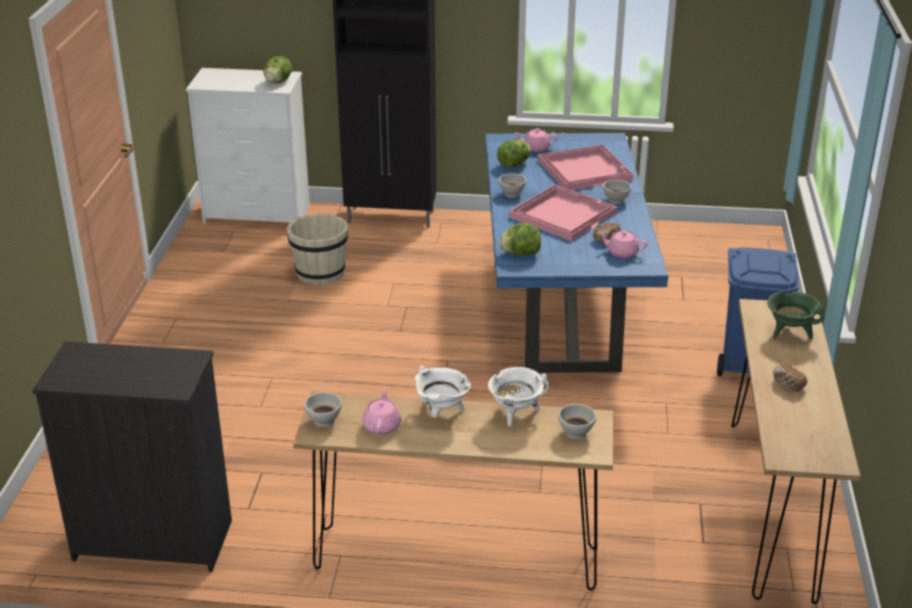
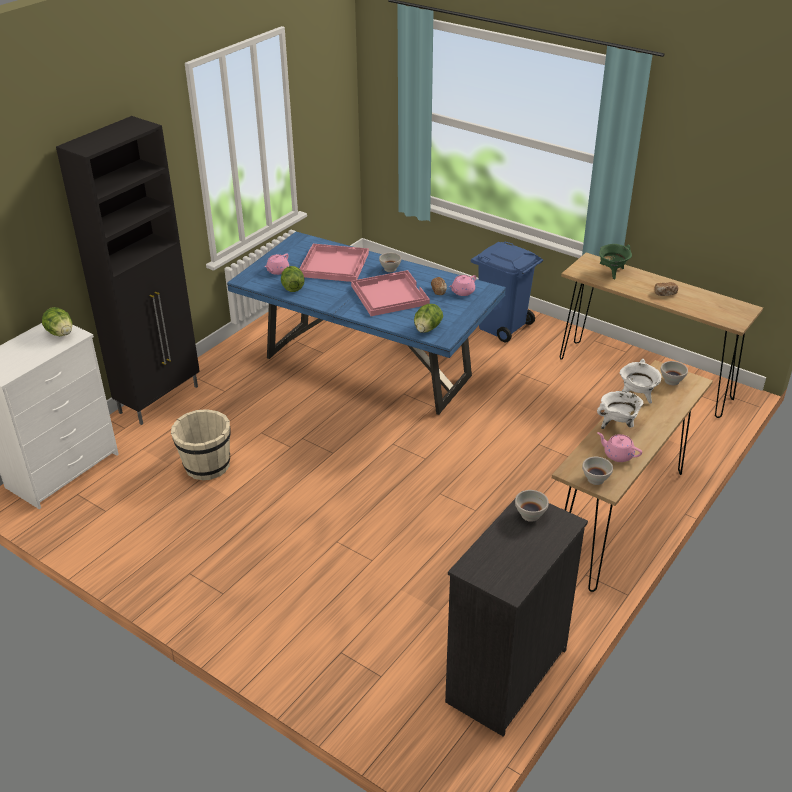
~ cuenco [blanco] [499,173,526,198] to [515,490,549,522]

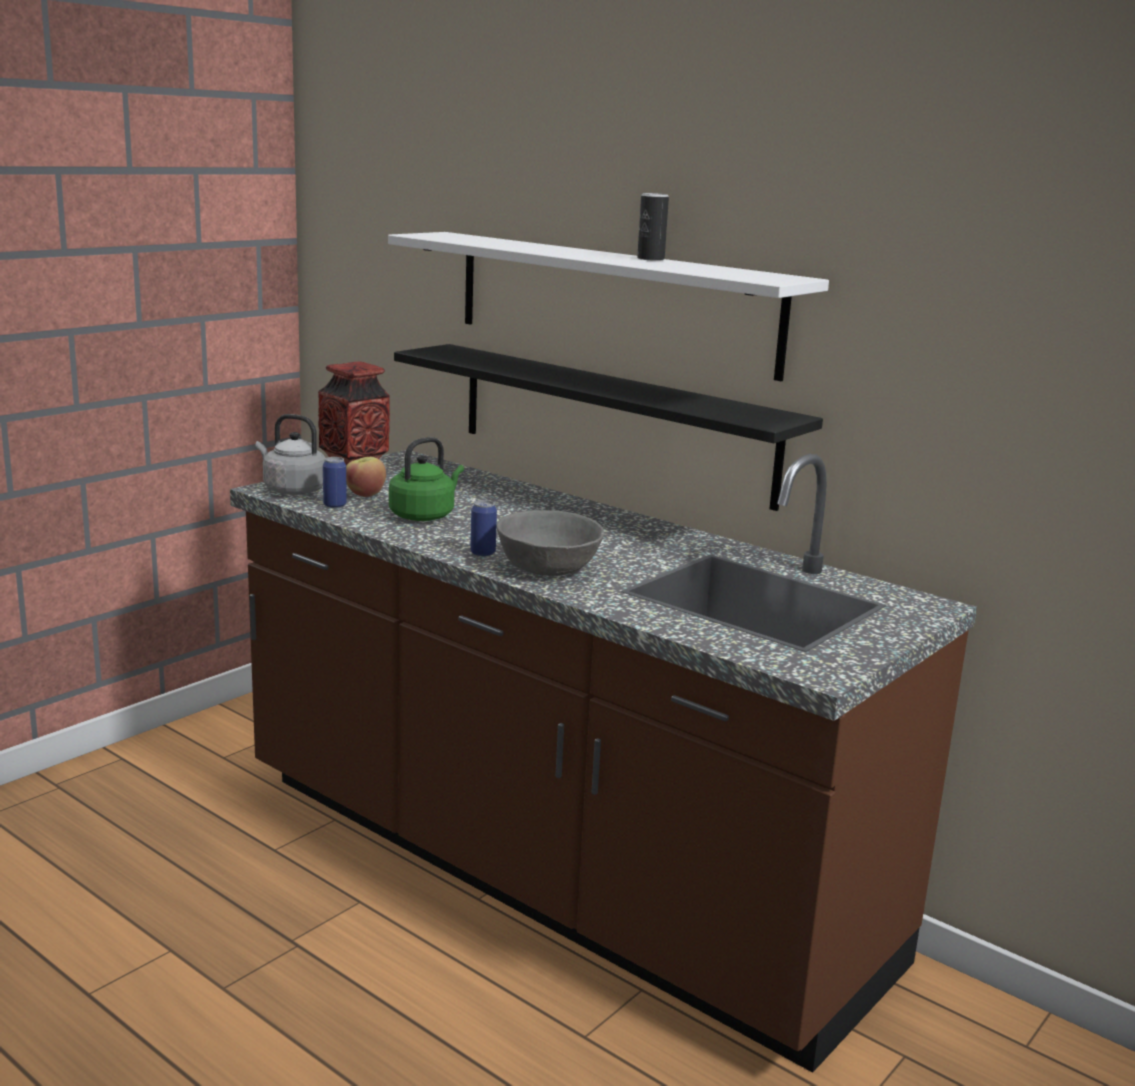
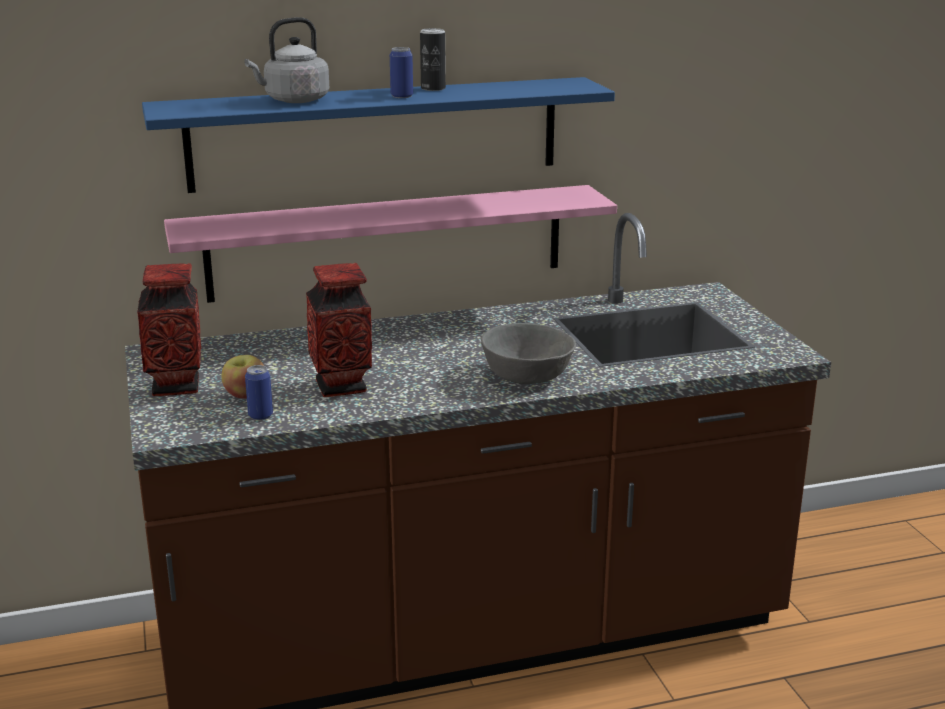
~ estante [blanco] [388,232,829,381] to estante [azul] [142,77,615,193]
~ estante [negro] [394,344,823,511] to estante [rosa] [164,185,617,303]
~ hervidor [gris] [256,414,326,495] to [244,17,329,103]
~ hervidor [verde] [389,437,464,521] to florero [306,263,372,397]
~ lata [470,500,497,557] to [390,47,413,98]

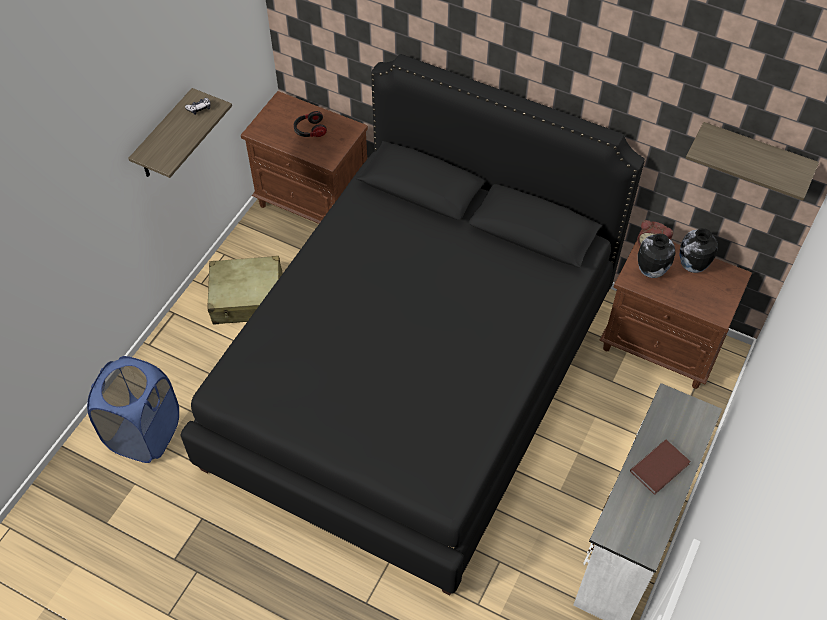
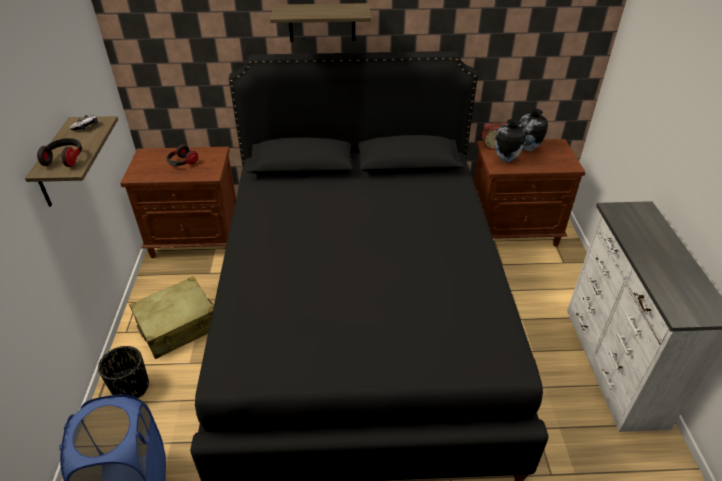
~ estante [686,122,819,201] to [270,3,371,42]
- libro [marrón] [630,439,691,495]
+ auriculares [37,138,82,167]
+ maceta [negro] [98,346,149,398]

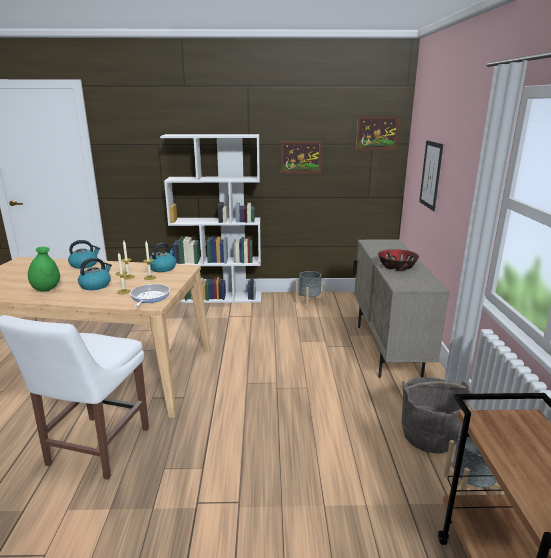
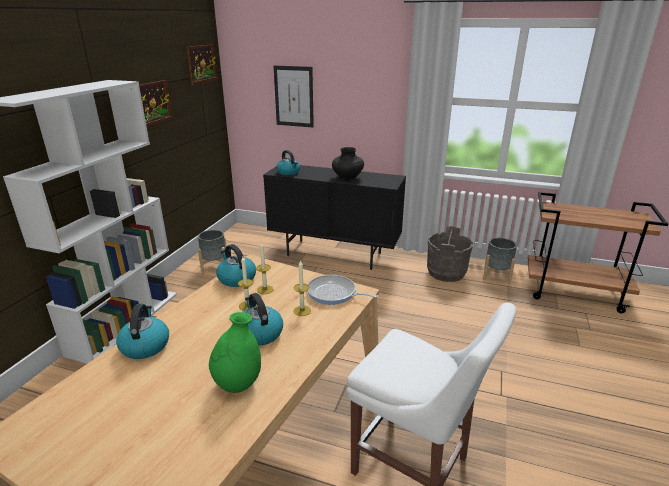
~ armario [beis] [353,239,449,378] to armario [negro] [263,165,406,270]
~ cuenco [378,249,419,271] to florero [negro] [332,147,364,179]
+ hervidor [276,150,300,175]

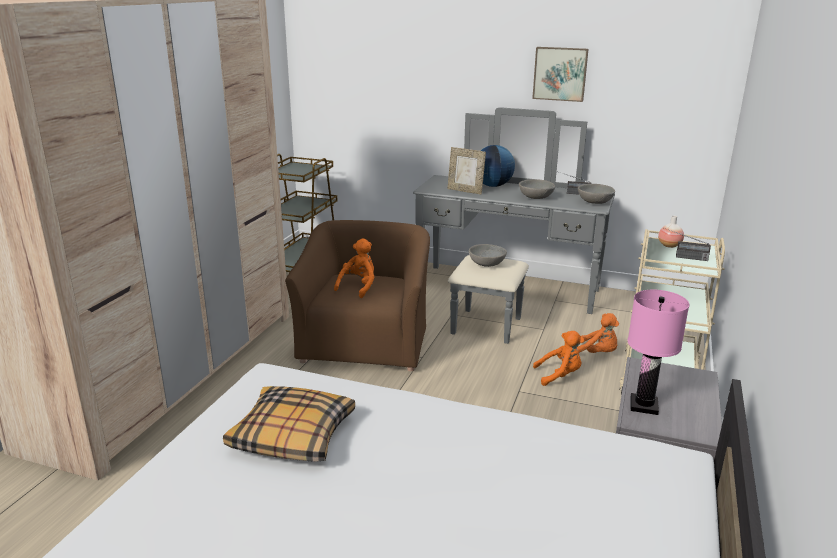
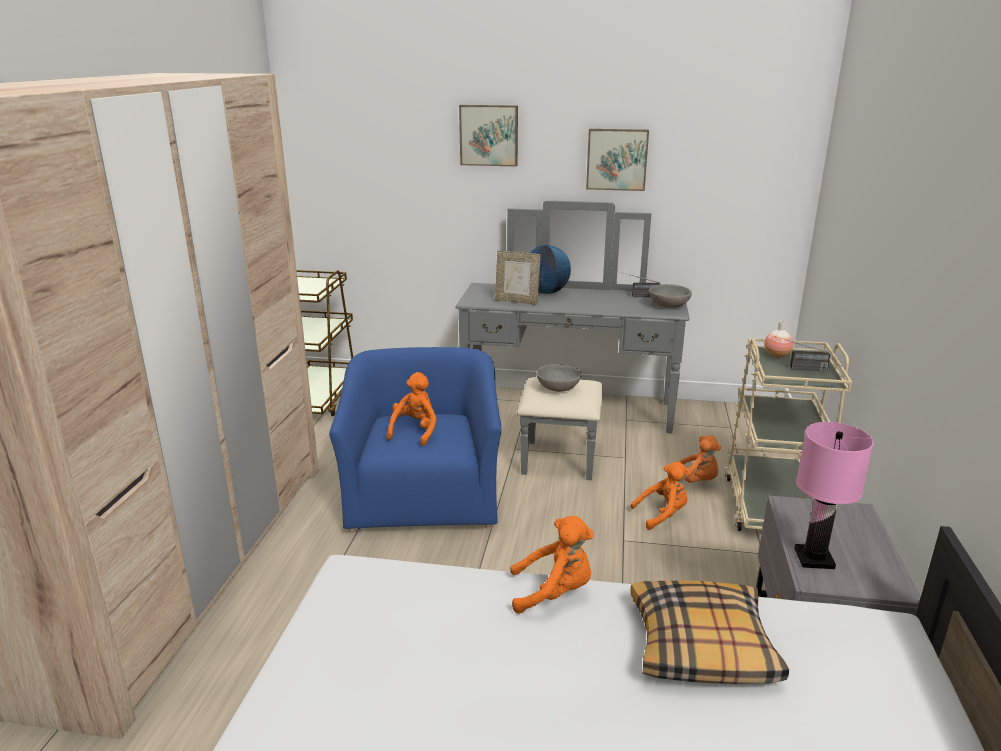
- cuenco [gris] [519,179,555,199]
~ sillón [marrón] [285,220,430,372] to sillón [azul] [329,347,502,533]
~ cojín [223,386,355,462] to [630,580,789,684]
+ cuadro [459,105,518,167]
+ peluche [naranja] [510,516,594,614]

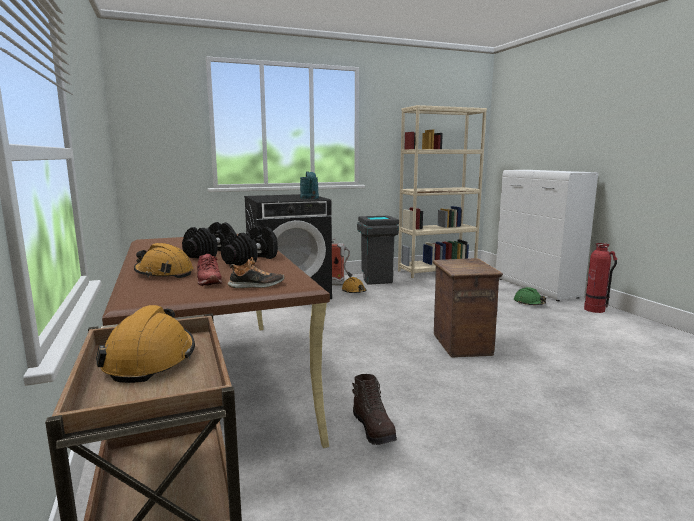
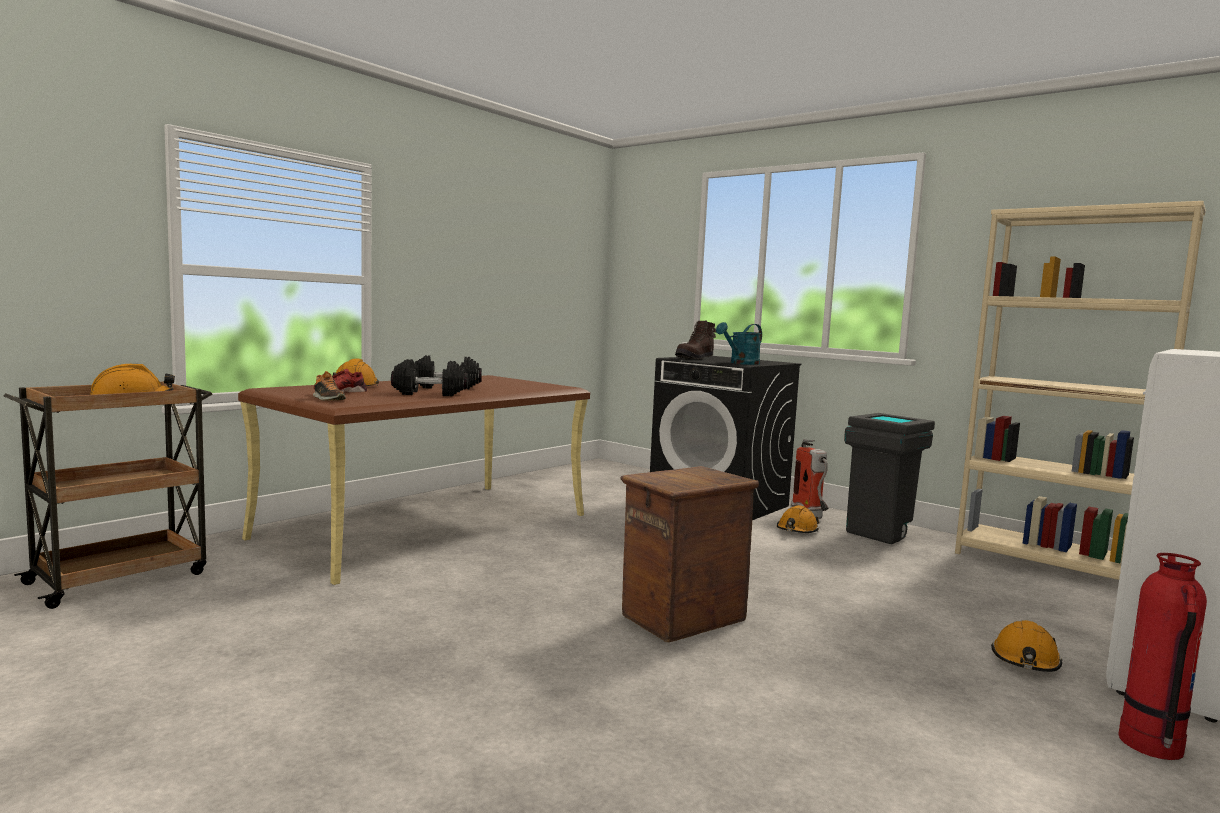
~ casco [verde] [514,287,546,305] to casco [naranja] [991,620,1062,672]
~ bota [marrón] [352,374,397,445] to [675,320,716,359]

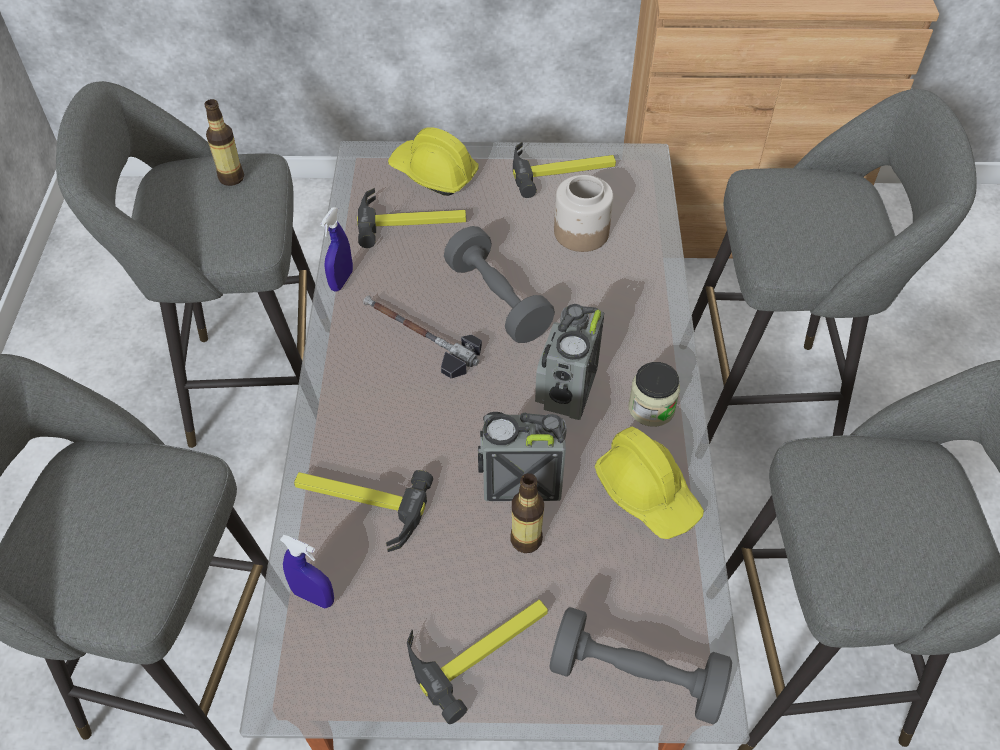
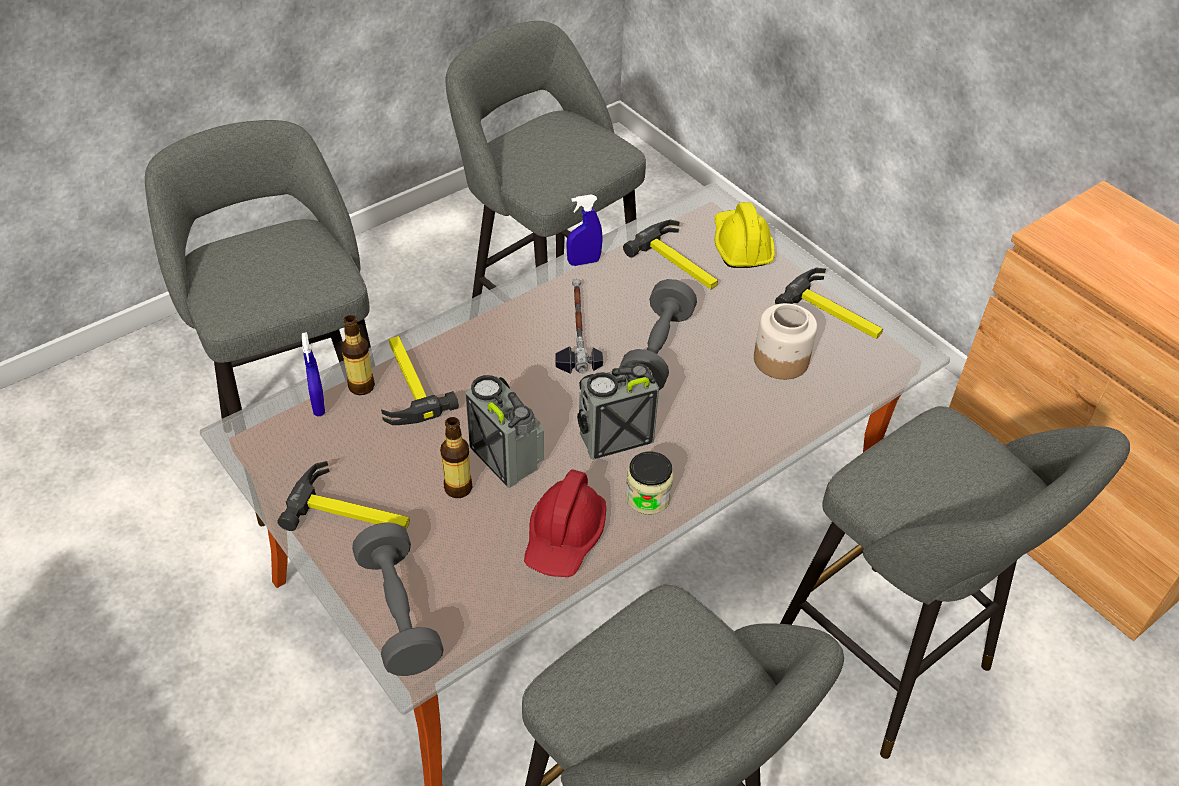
~ botella [204,99,244,186] to [341,315,375,395]
~ casco [amarillo] [595,427,704,539] to casco [rojo] [524,469,606,577]

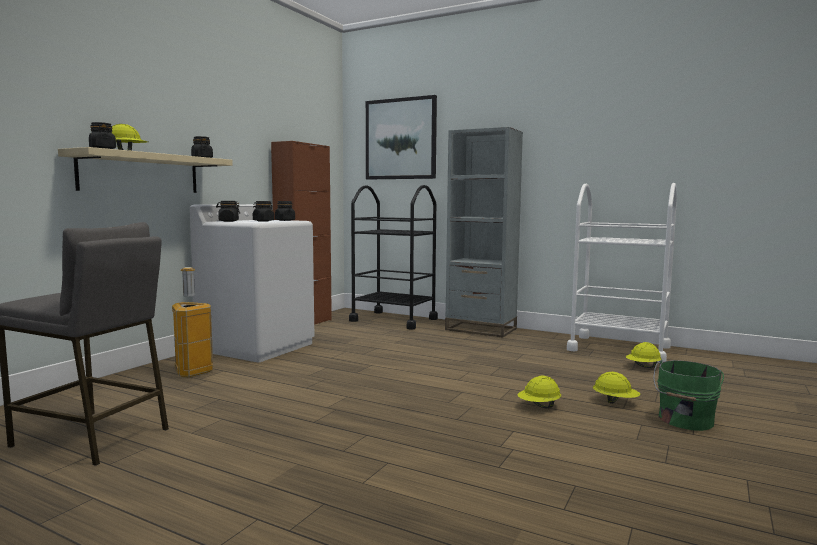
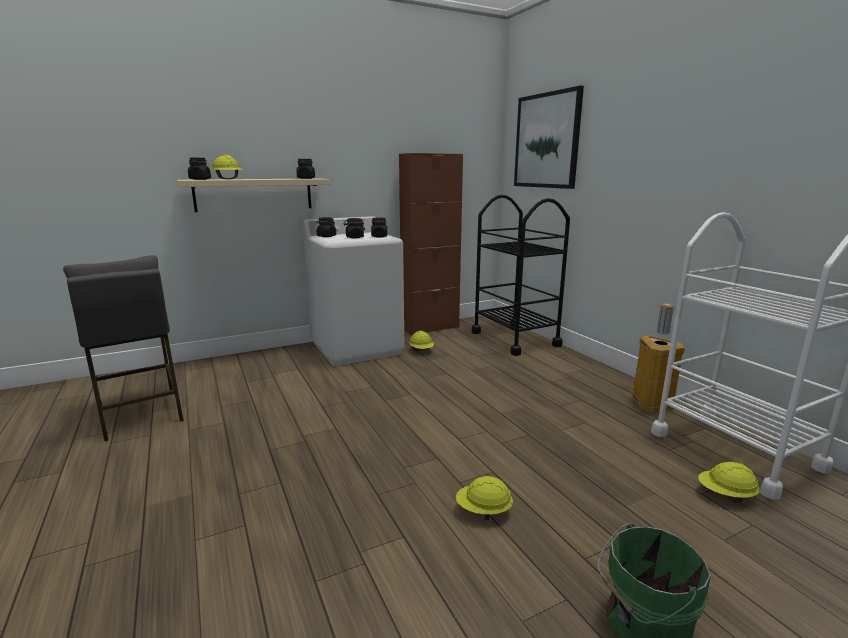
- estantería [gris] [445,127,523,338]
~ papelera [172,267,213,377] to [632,304,685,413]
~ casco [amarillo] [593,372,640,404] to [409,331,434,351]

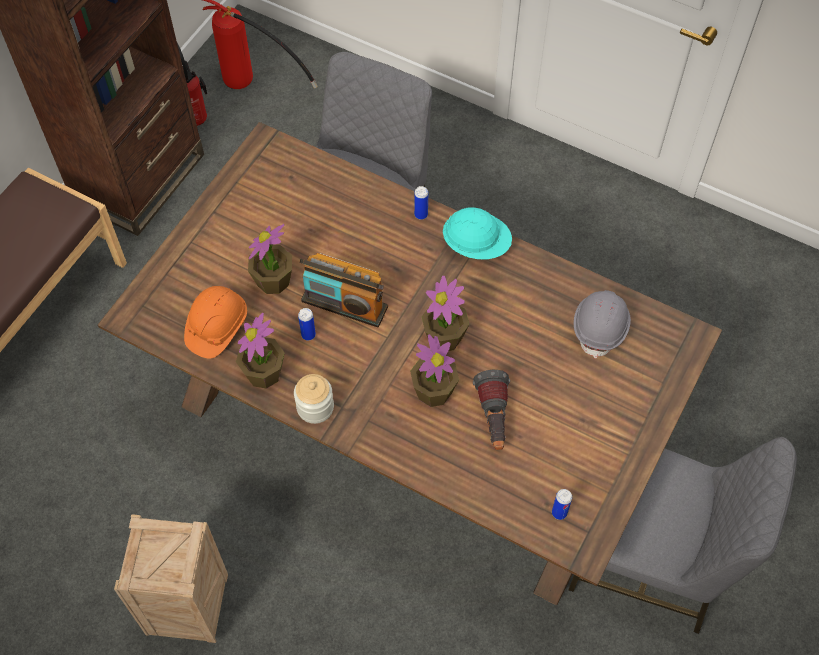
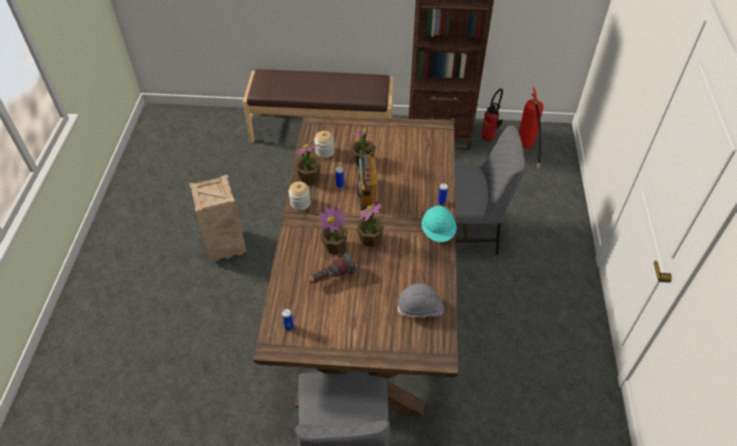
~ casco [naranja] [184,286,247,359] to tarro [314,131,334,158]

